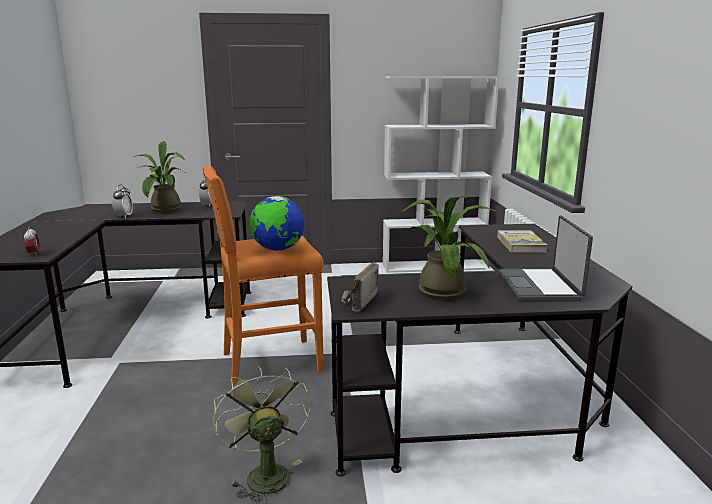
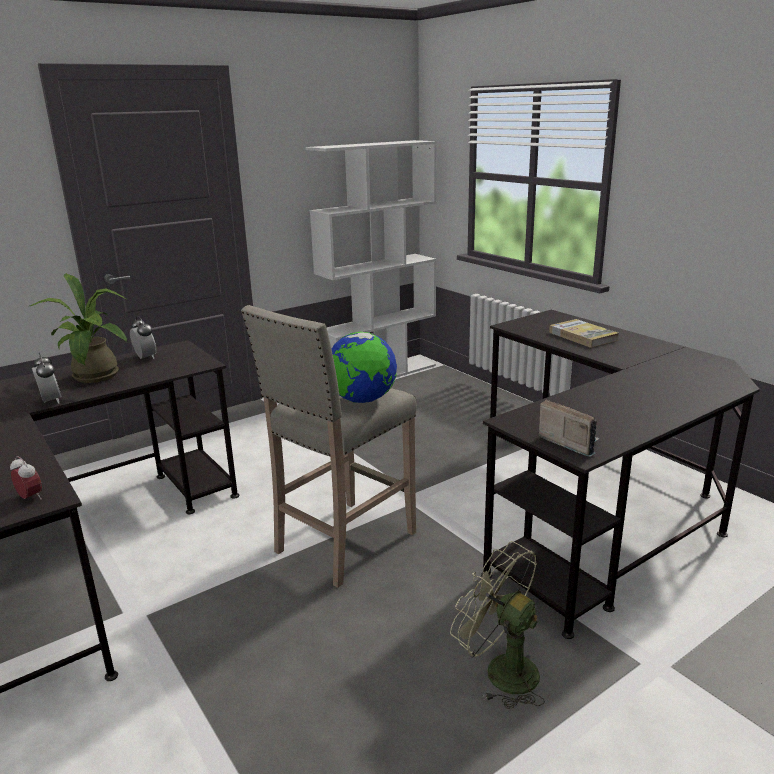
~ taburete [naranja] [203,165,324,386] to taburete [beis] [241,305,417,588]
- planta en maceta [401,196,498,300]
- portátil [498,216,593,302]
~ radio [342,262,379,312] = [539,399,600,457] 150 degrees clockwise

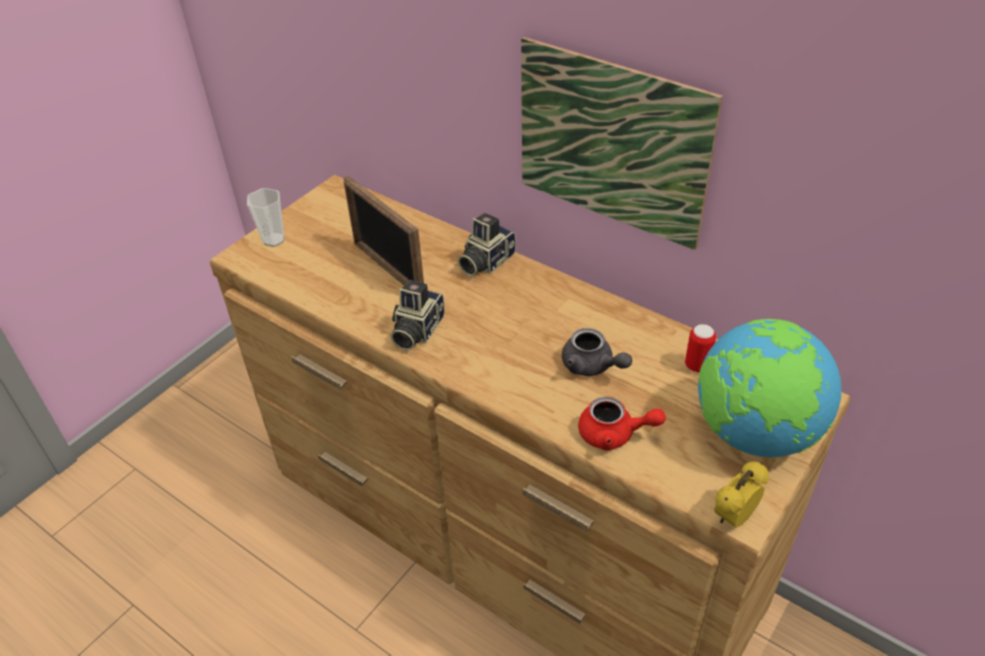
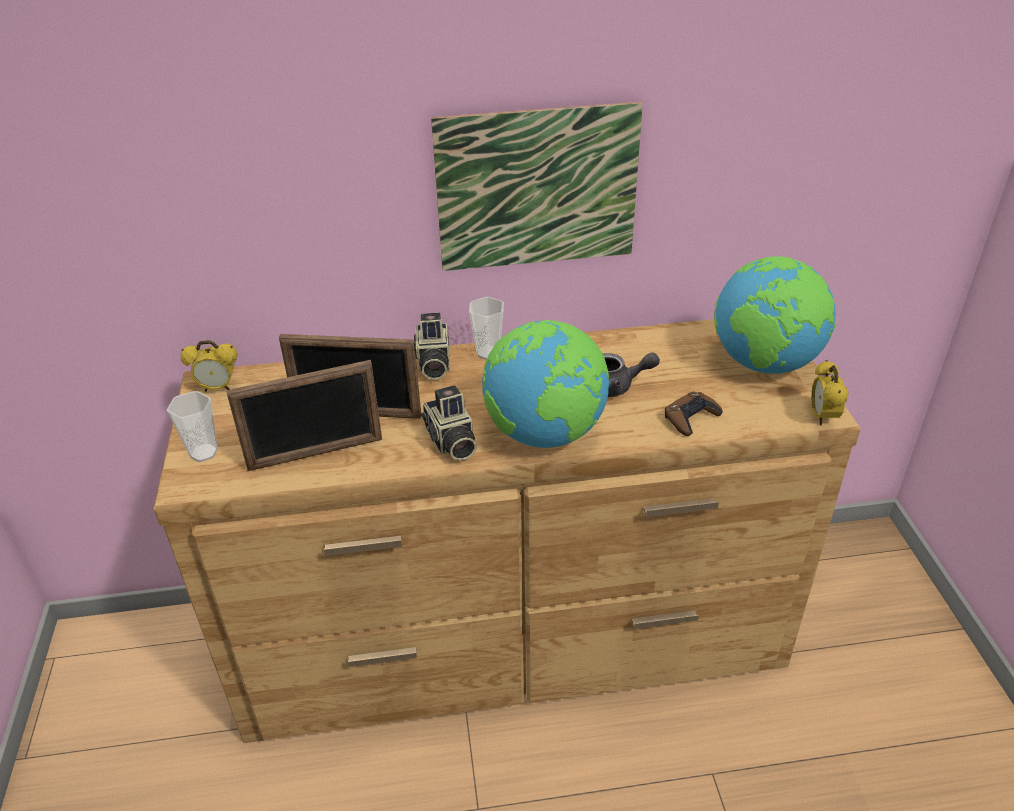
- lata [685,324,716,373]
~ tetera [rojo] [578,396,666,451] to mando de consola [marrón] [665,392,722,436]
+ taza [469,297,504,360]
+ globo terráqueo [482,320,609,448]
+ despertador [180,340,238,392]
+ portarretratos [226,360,382,471]

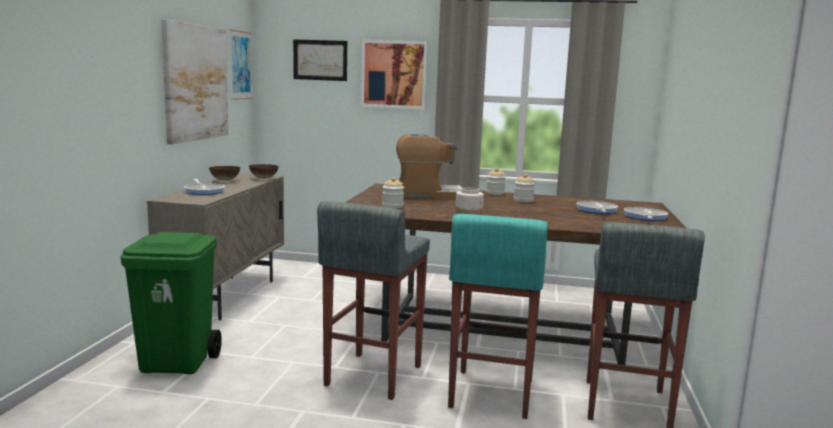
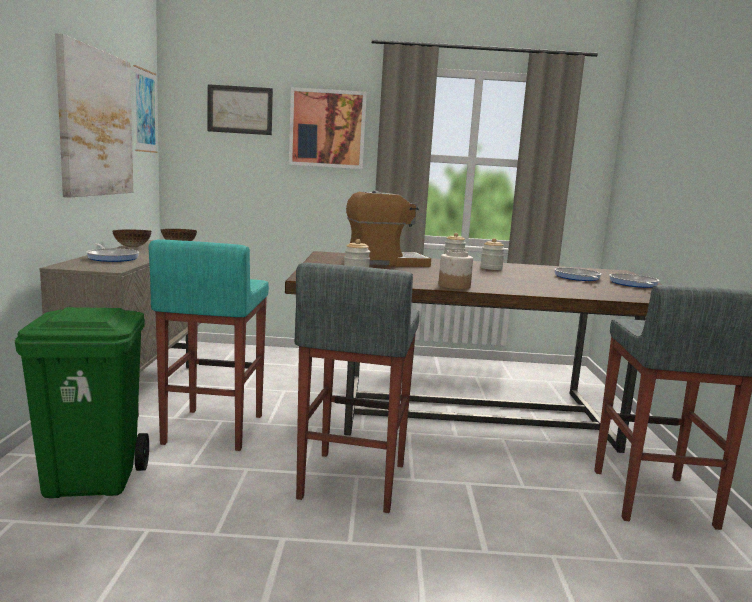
~ taburete [turquesa] [448,214,548,419] to [149,239,269,451]

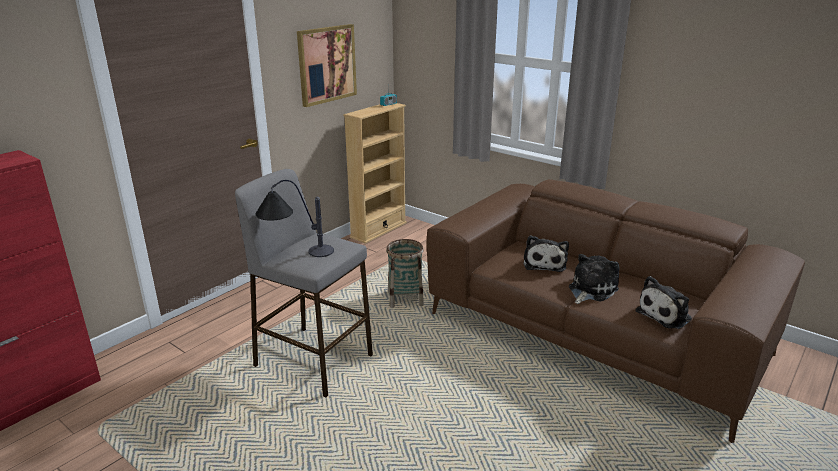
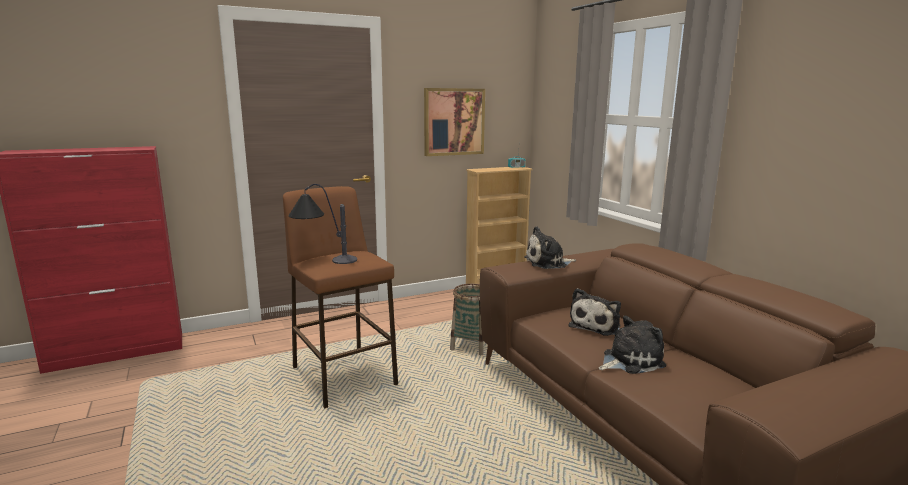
~ taburete [gris] [235,169,373,397] to taburete [marrón] [283,186,398,408]
~ peluche [636,276,692,329] to [524,226,576,269]

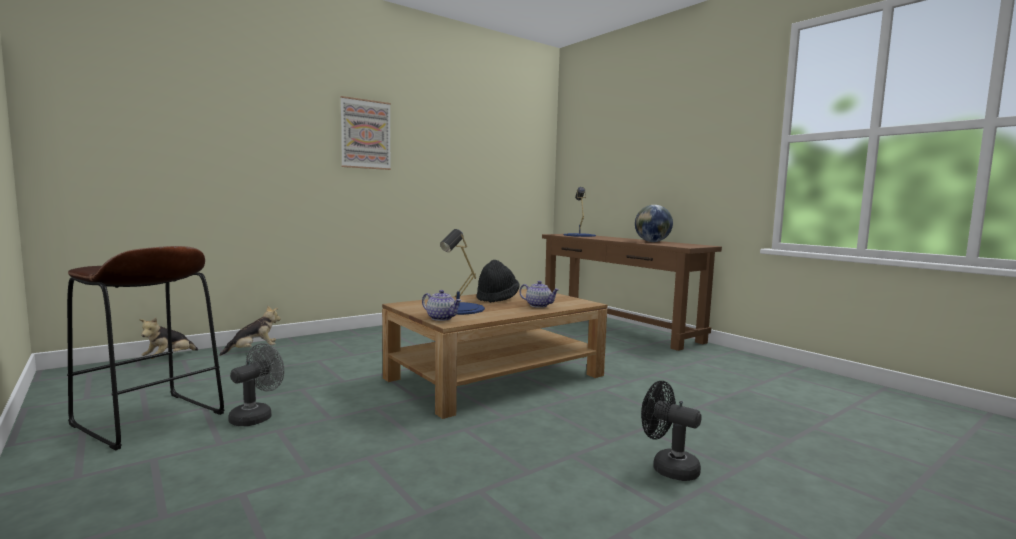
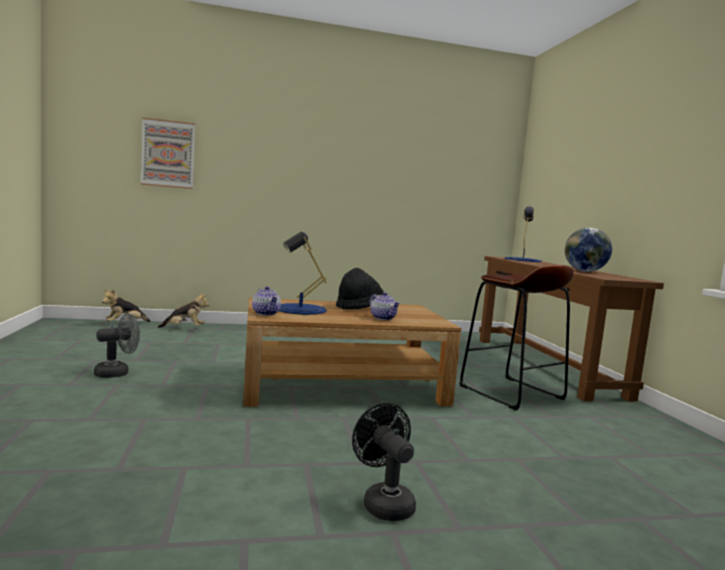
~ cuadro [340,96,391,170] to [141,117,195,189]
~ taburete [marrón] [67,246,224,450] to [459,265,573,410]

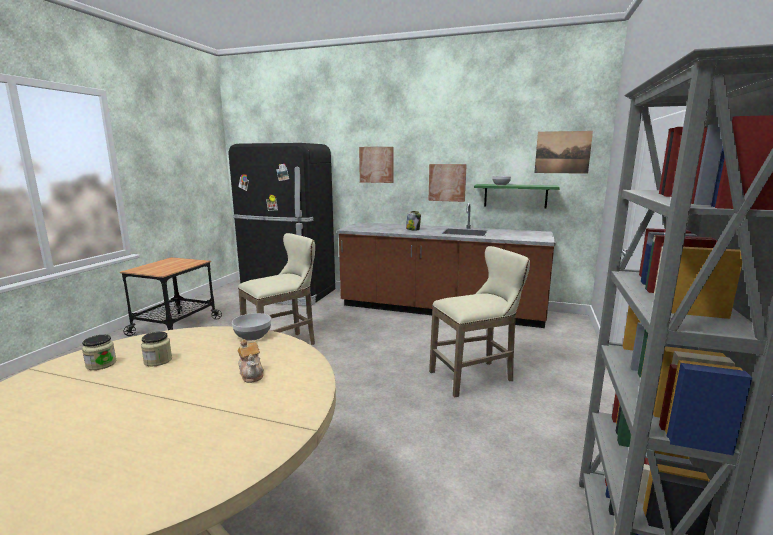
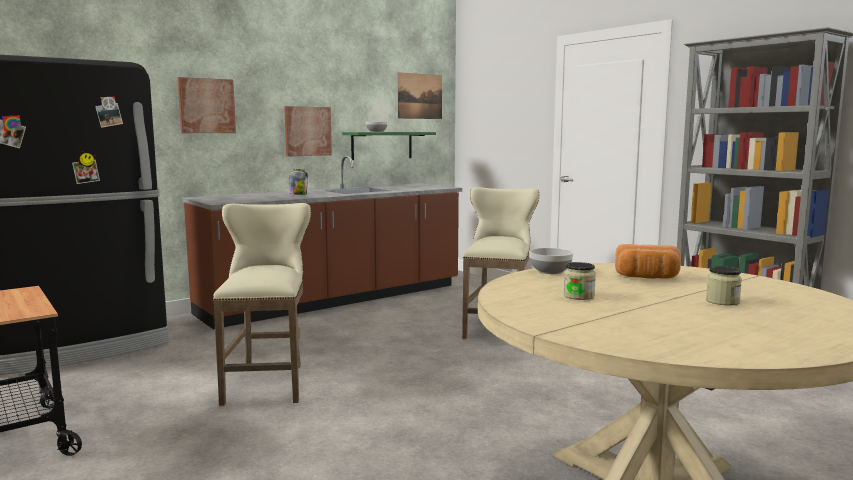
~ tarro [82,335,116,370] to [706,266,742,306]
~ tetera [237,339,264,383] to pan [615,244,681,279]

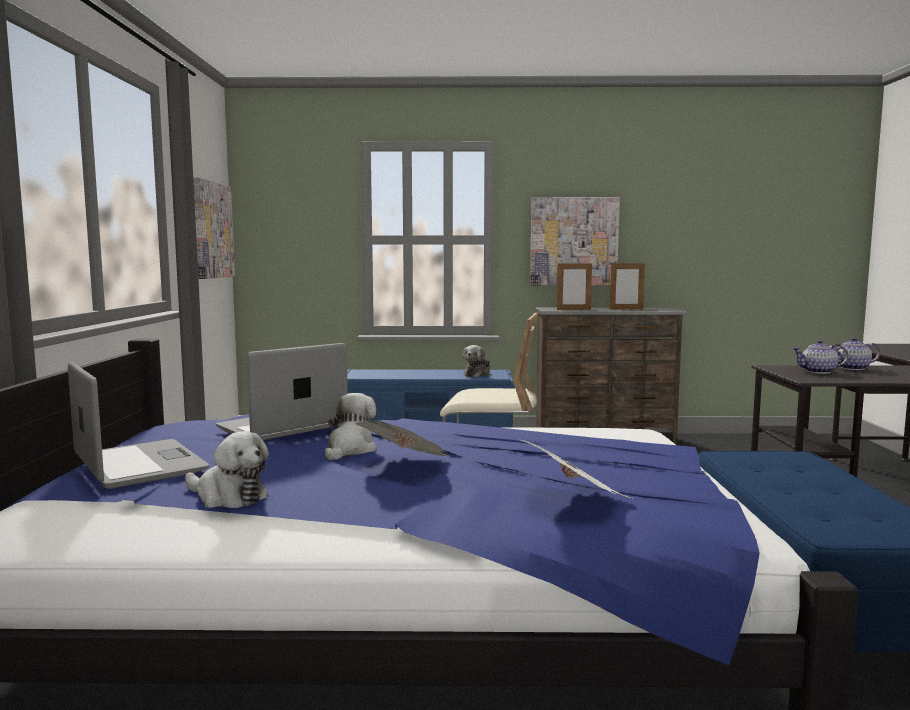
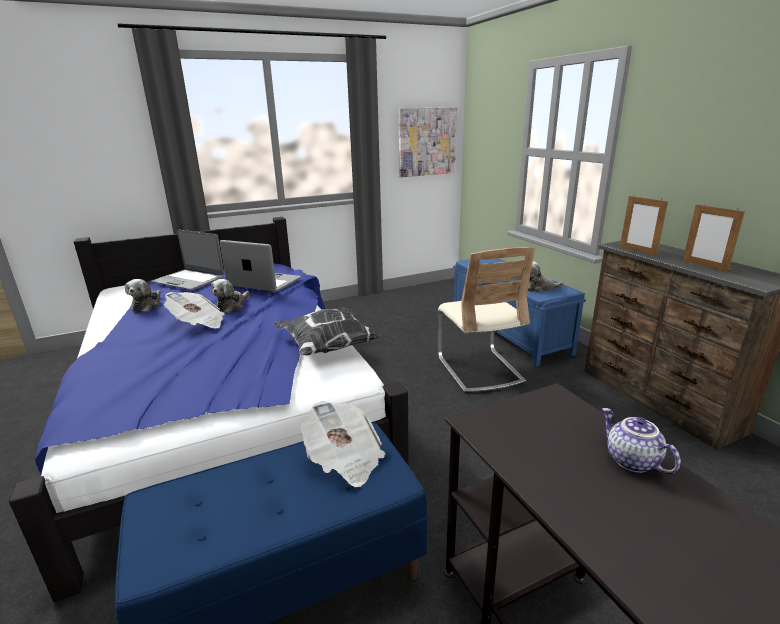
- cuadro [530,197,620,285]
- tetera [792,340,848,374]
~ portátil [68,362,209,489] = [151,230,224,290] 90 degrees clockwise
~ peluche [325,393,377,460] = [211,279,249,313] 120 degrees clockwise
~ periódico [522,440,631,498] to [300,401,385,487]
+ cojín [274,307,381,355]

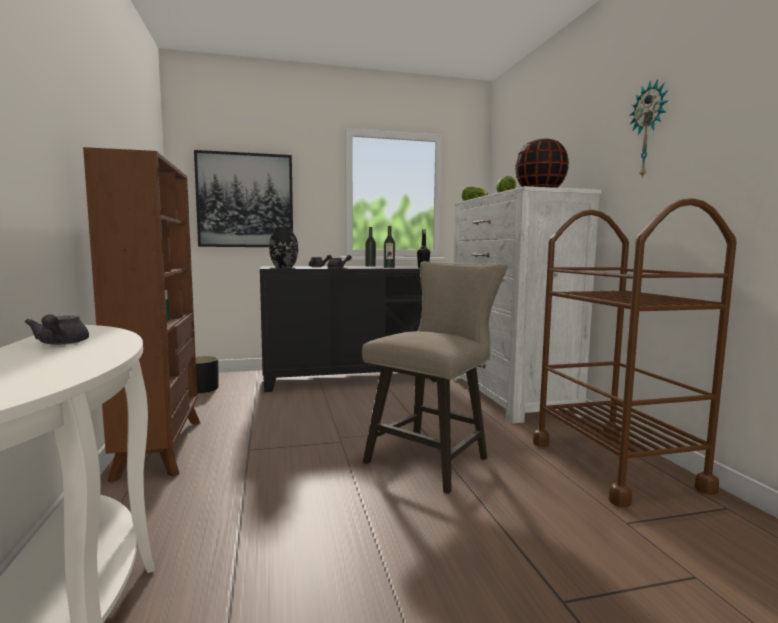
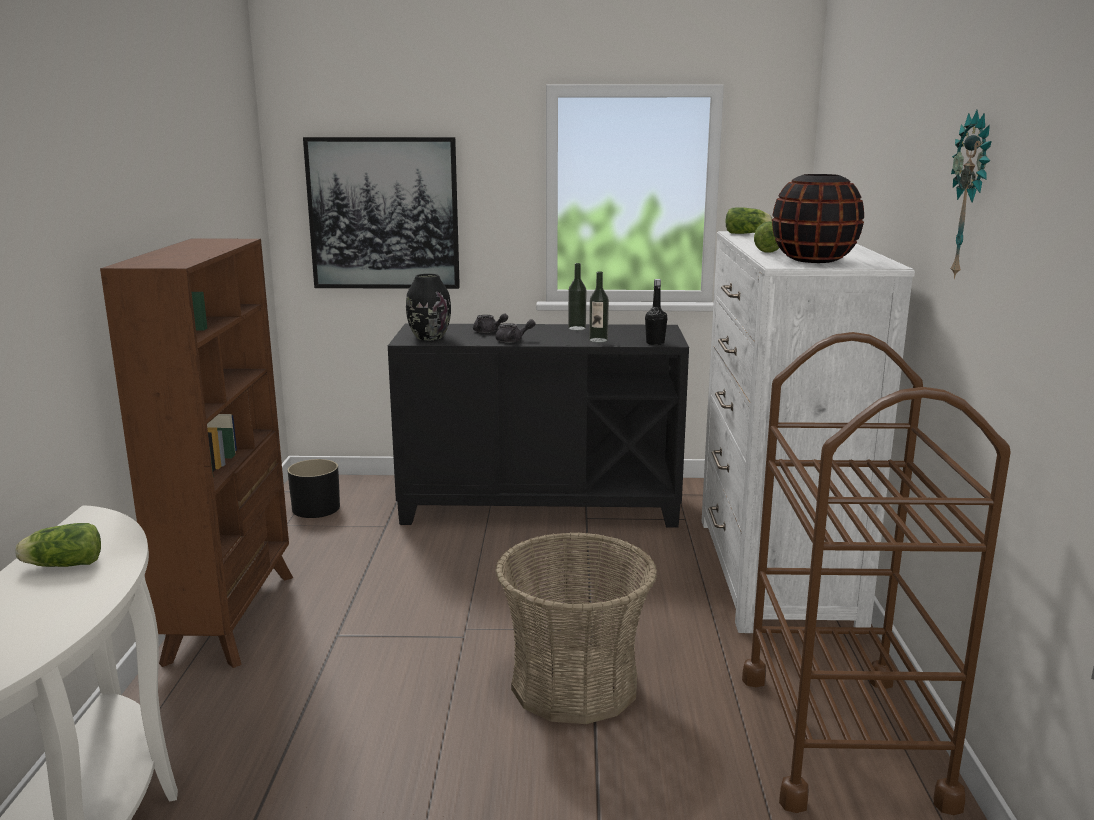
~ taburete [beis] [362,261,507,494] to cesta [495,532,657,724]
~ tetera [gris] [25,314,89,345] to lechuga [15,523,101,567]

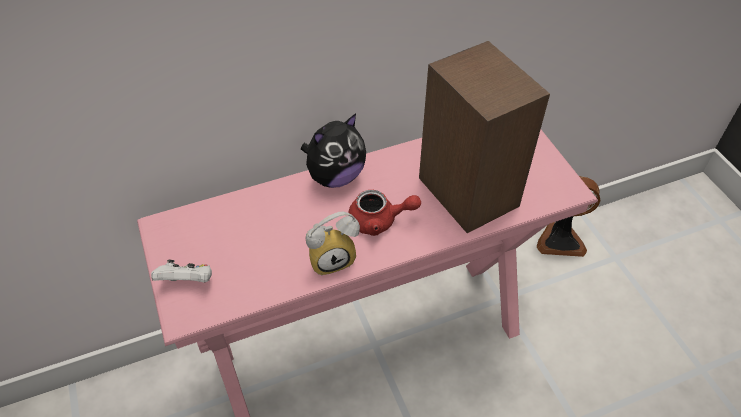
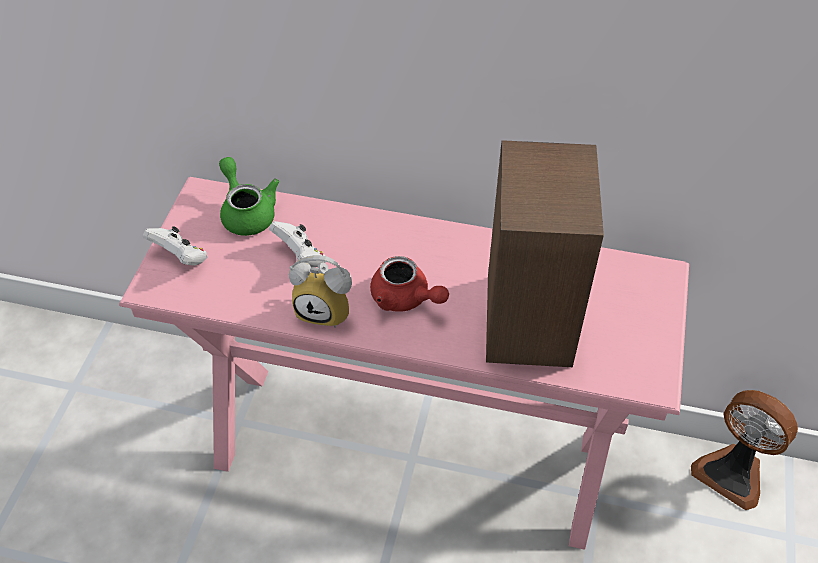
- peluche [301,113,366,188]
+ tetera [verde] [219,157,279,236]
+ mando de consola [blanco] [269,221,325,267]

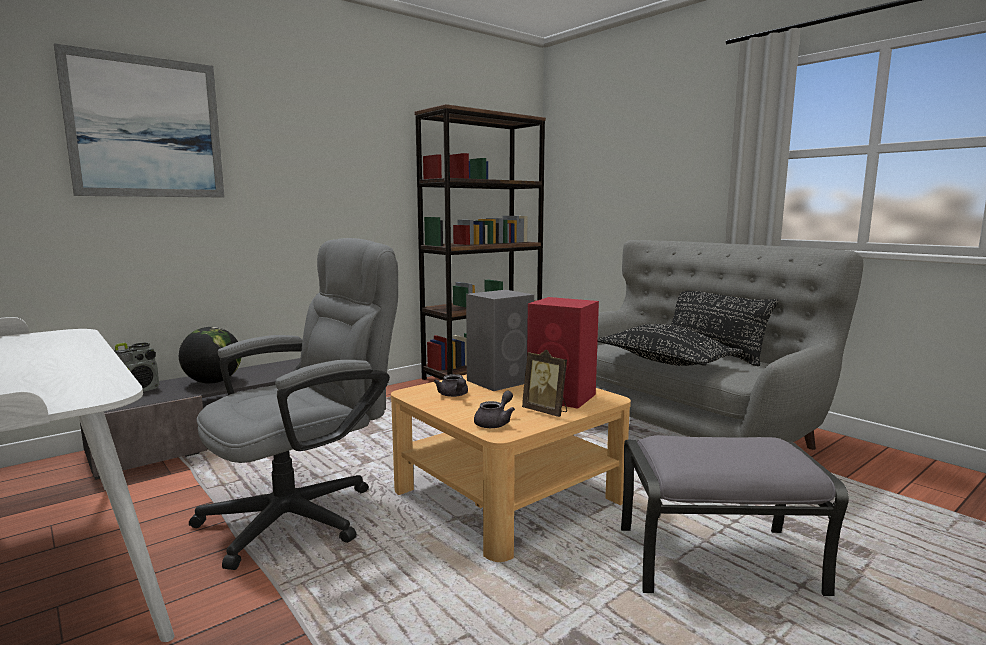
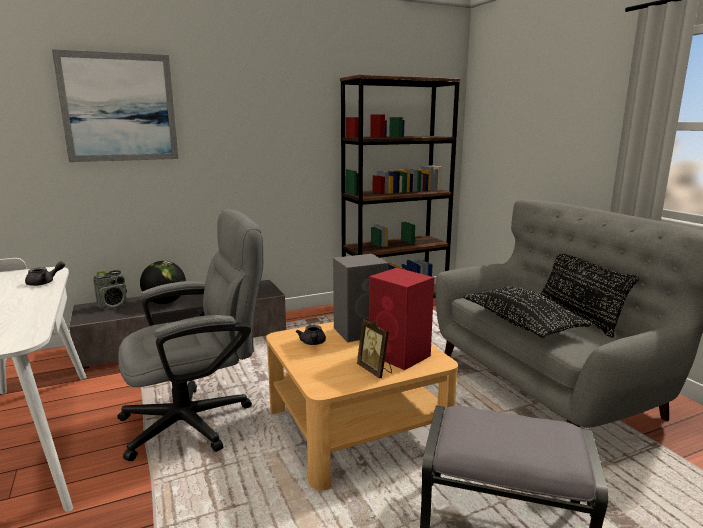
~ tetera [gris] [474,391,515,428] to [25,261,65,286]

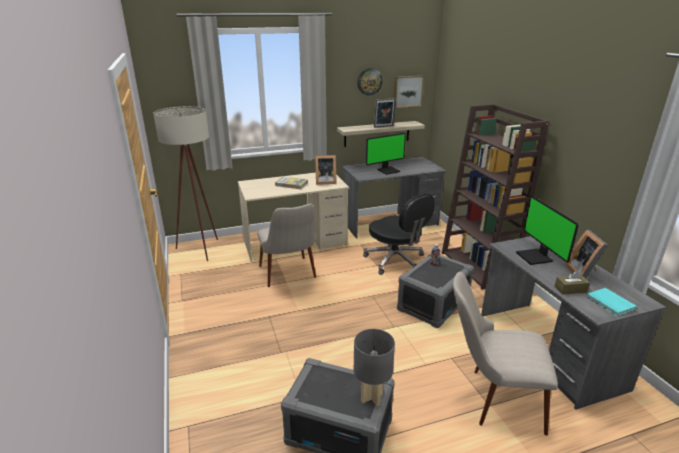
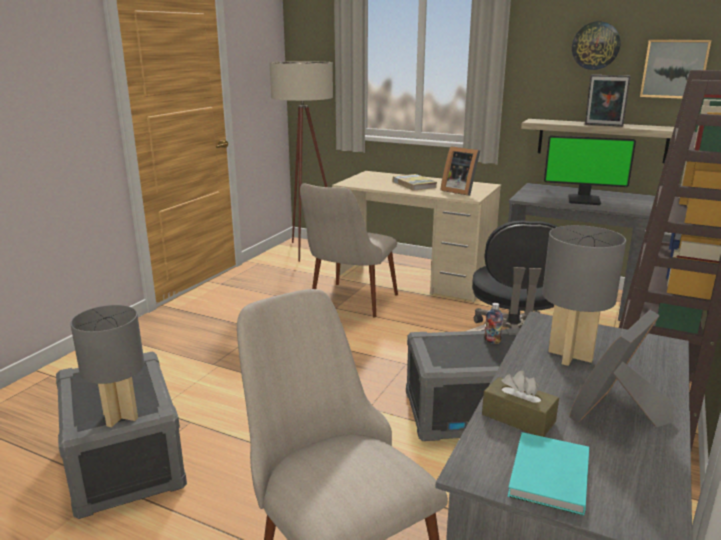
~ monitor [516,196,579,265] to lámpara de mesa [gris] [542,225,626,366]

